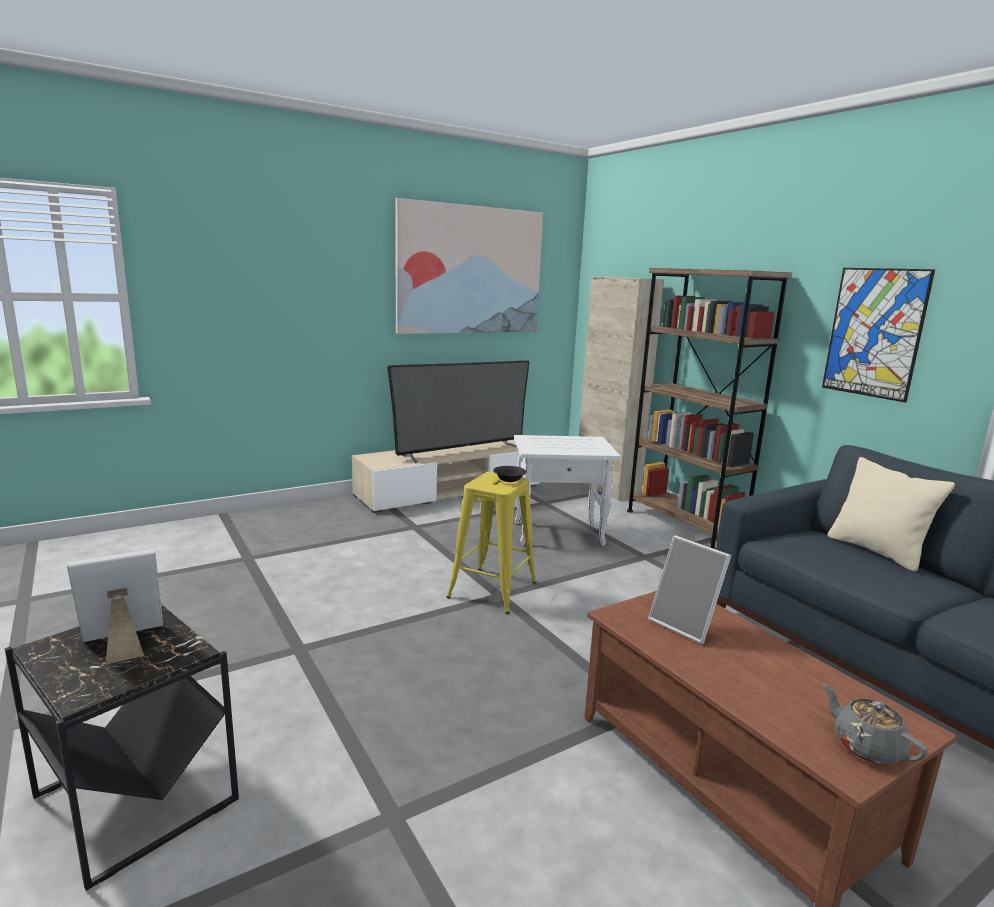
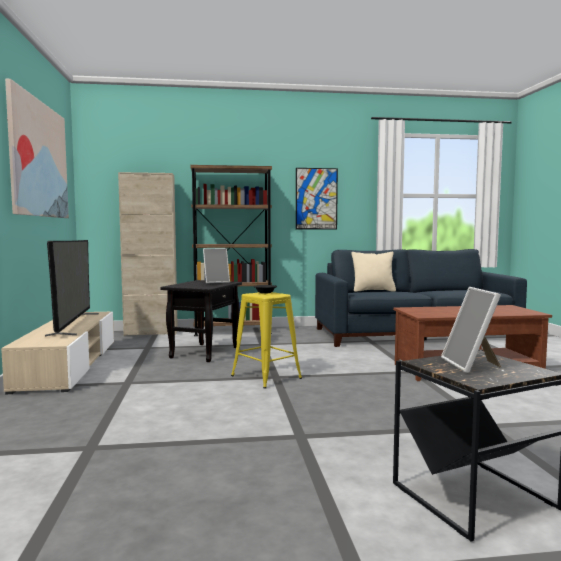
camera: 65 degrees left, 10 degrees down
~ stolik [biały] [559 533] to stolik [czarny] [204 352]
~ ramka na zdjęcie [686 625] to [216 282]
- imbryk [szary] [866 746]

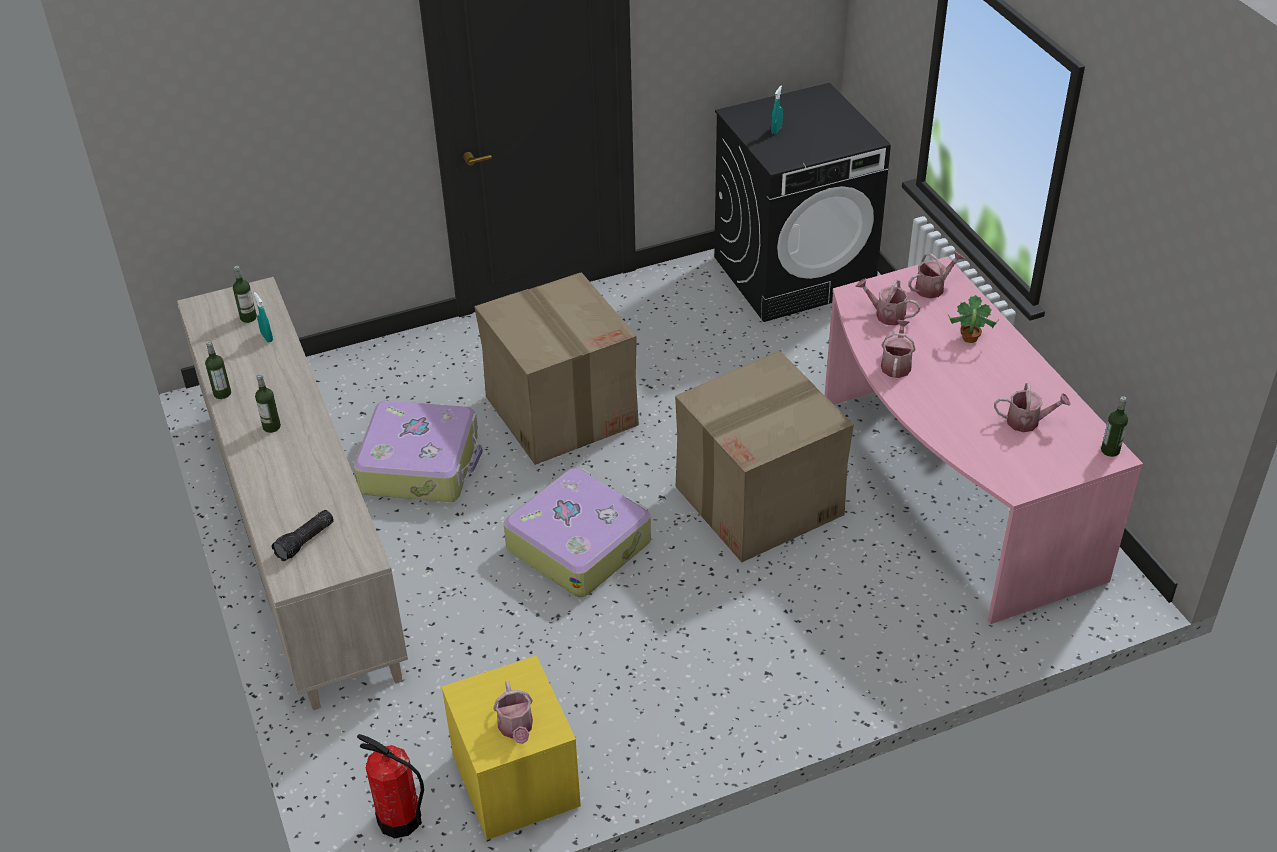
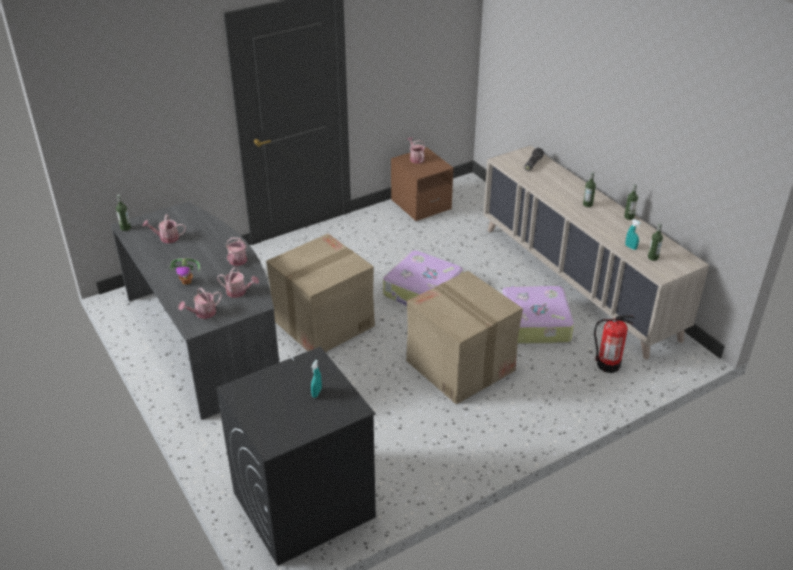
camera: 170 degrees right, 5 degrees down
~ biurko [różowy] [949 490] to biurko [szary] [206 338]
~ szafka nocna [żółty] [516 781] to szafka nocna [brązowy] [421 205]
~ gaśnica [400 820] to [608 364]

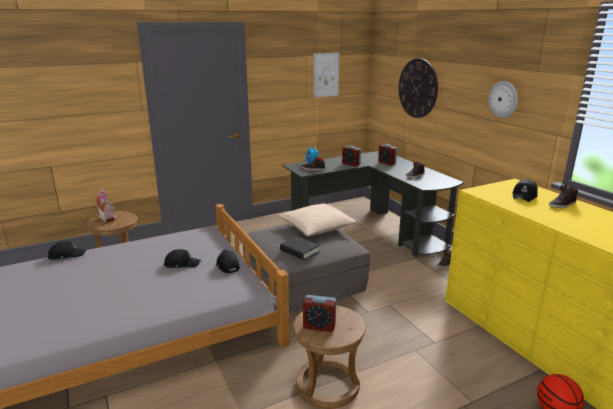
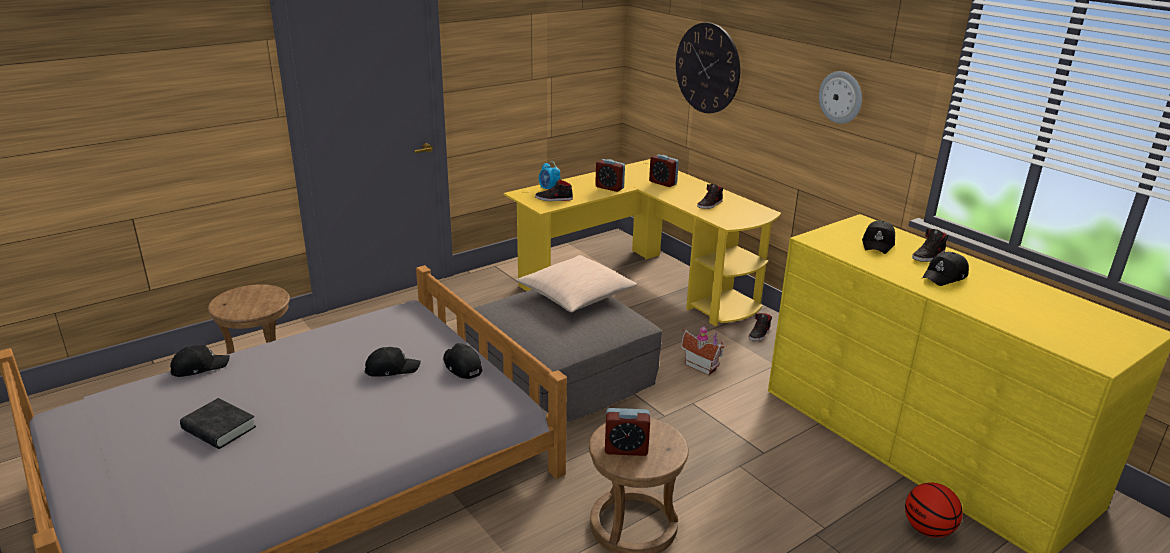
camera: 10 degrees left, 5 degrees up
- obraz [326 75]
~ biurko [czarny] [372 229] to biurko [żółty] [642 284]
~ domek [109 218] to [701 366]
~ książka [czarny] [299 251] to [219 428]
+ czapka z daszkiem [czarny] [945 276]

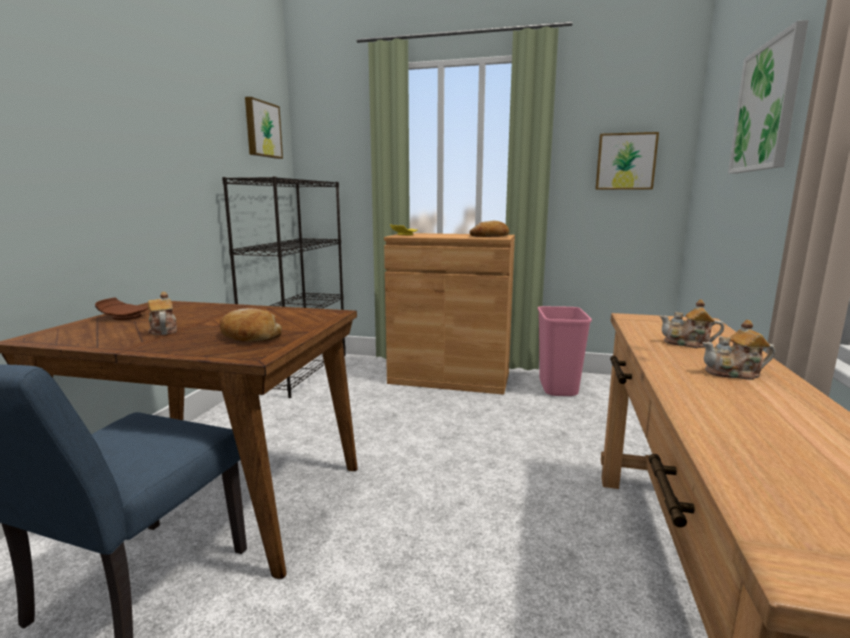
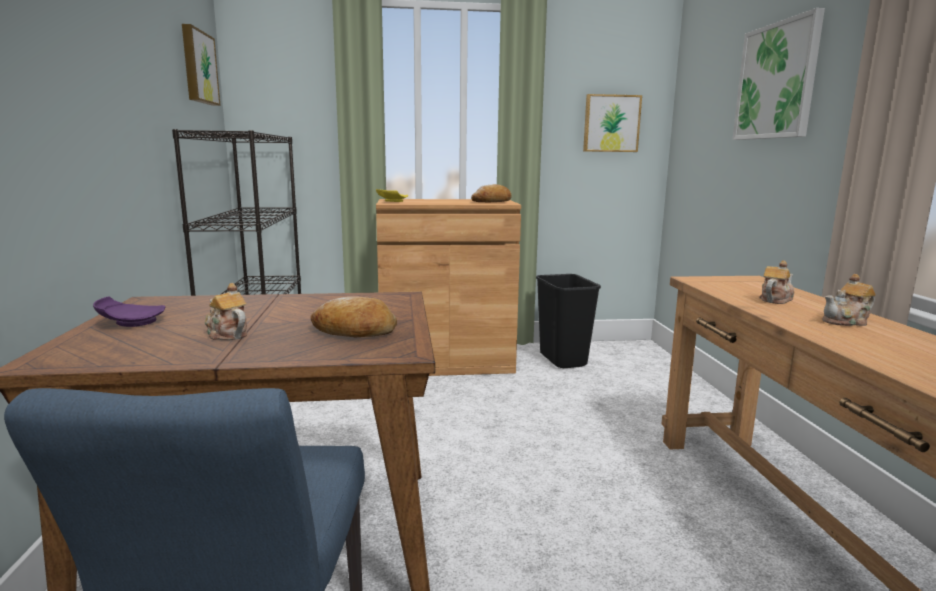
camera: 20 degrees left, 0 degrees up
~ talerz [brązowy] [123 317] to talerz [fioletowy] [131 322]
~ imbryk [688 343] = [775 300] 135 degrees clockwise
~ kosz na śmieci [różowy] [559 388] to kosz na śmieci [czarny] [564 360]

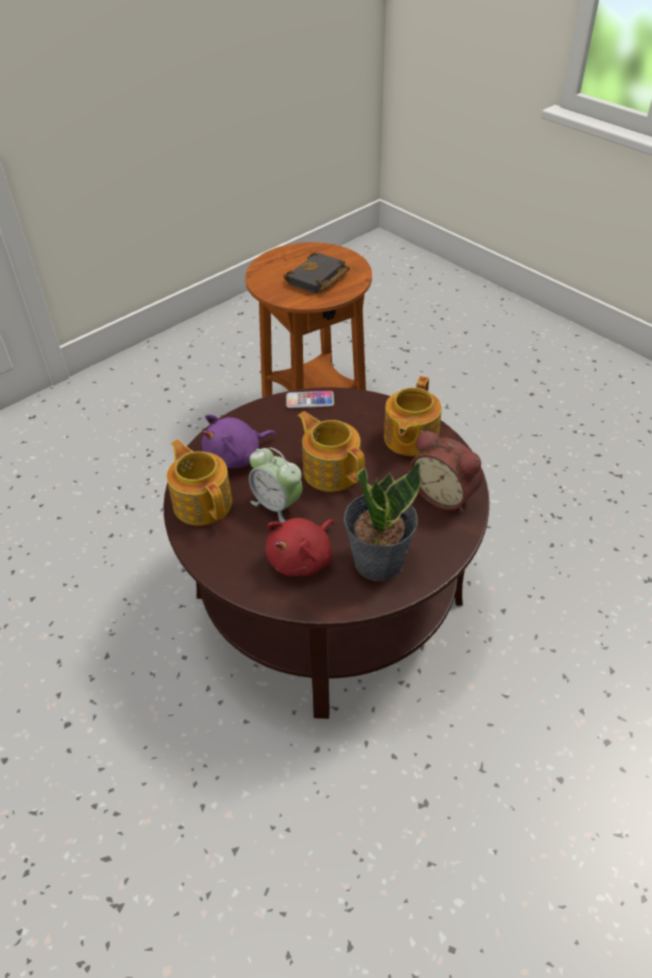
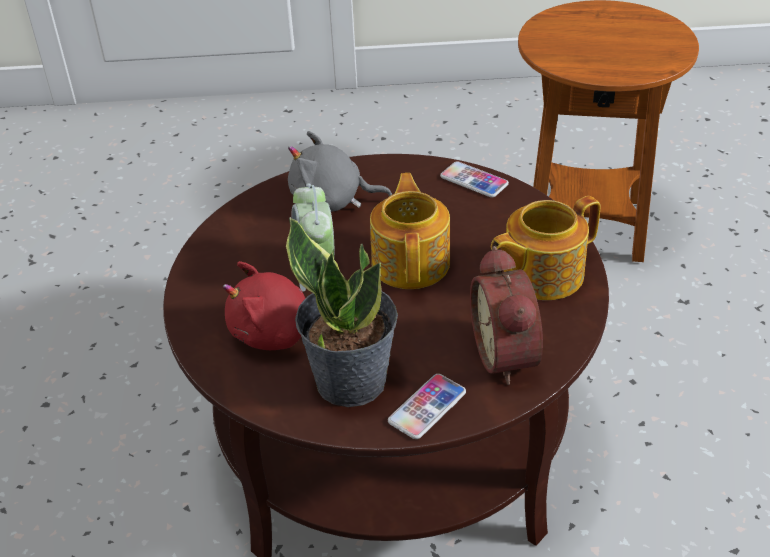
camera: 40 degrees right, 5 degrees down
- książka [czarny] [318 279]
~ pluszak [fioletowy] [237 457] to pluszak [szary] [332 201]
- imbryk [203 502]
+ telefon [427 407]

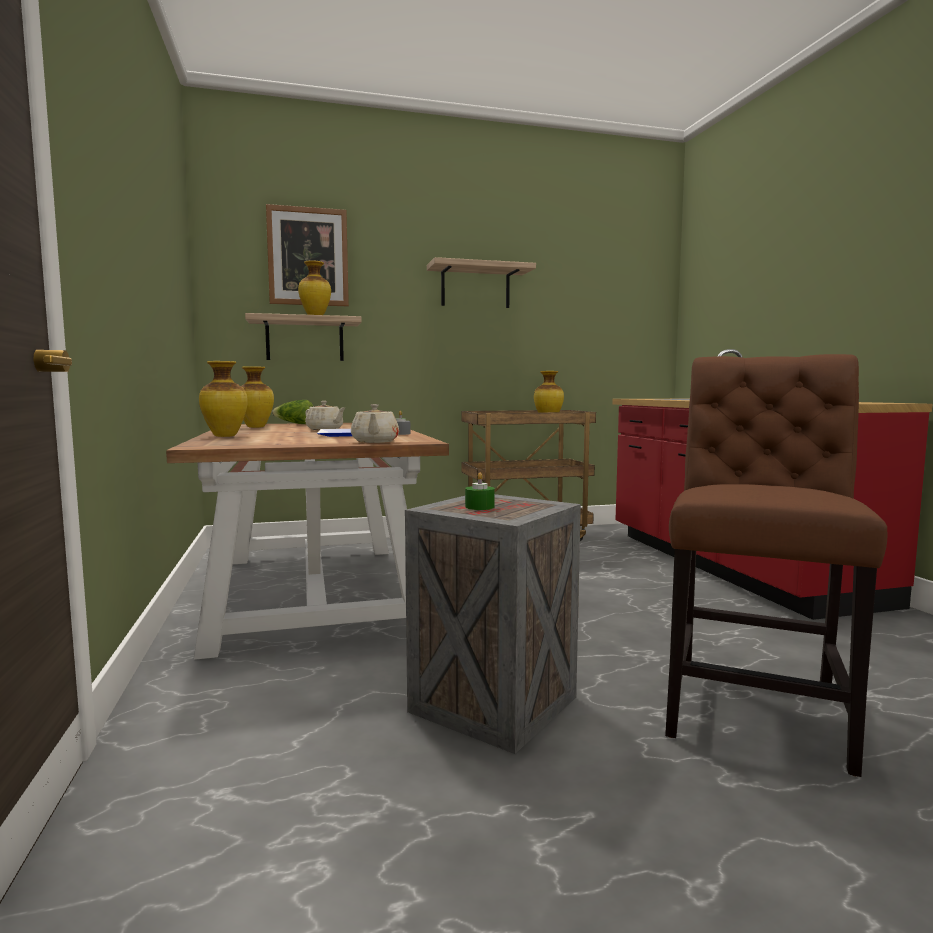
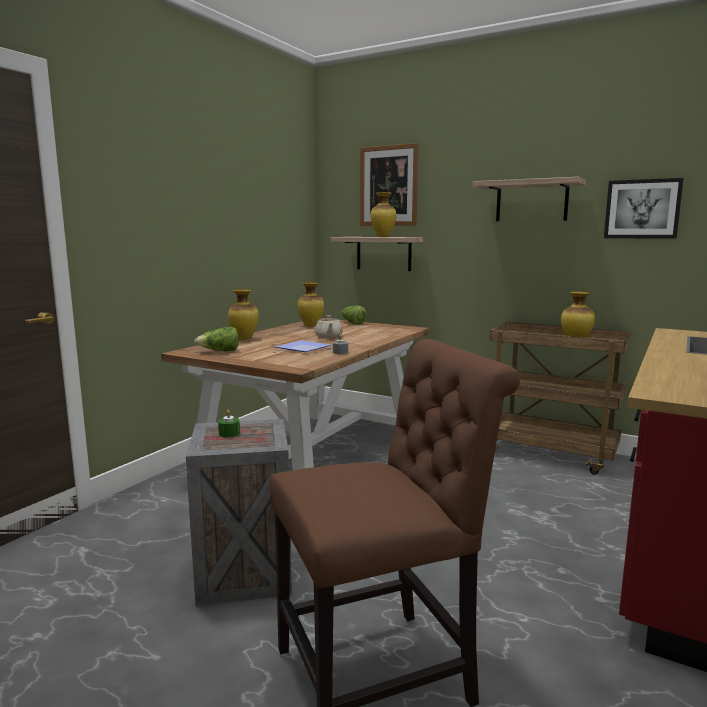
camera: 45 degrees right, 5 degrees up
- imbryk [beżowy] [375 442]
+ obraz [642 209]
+ sałata [220 351]

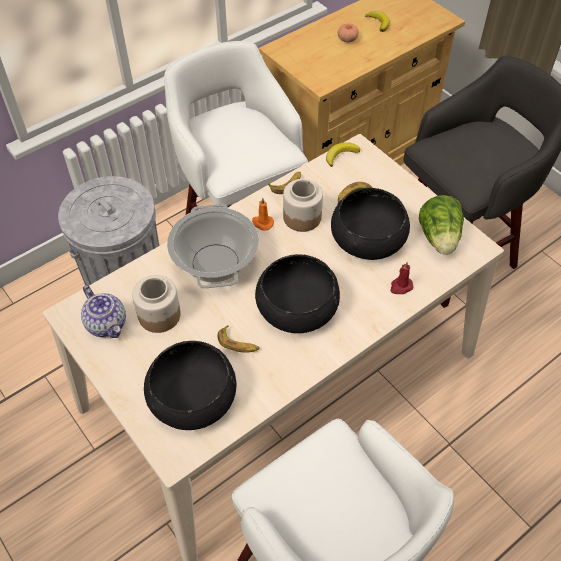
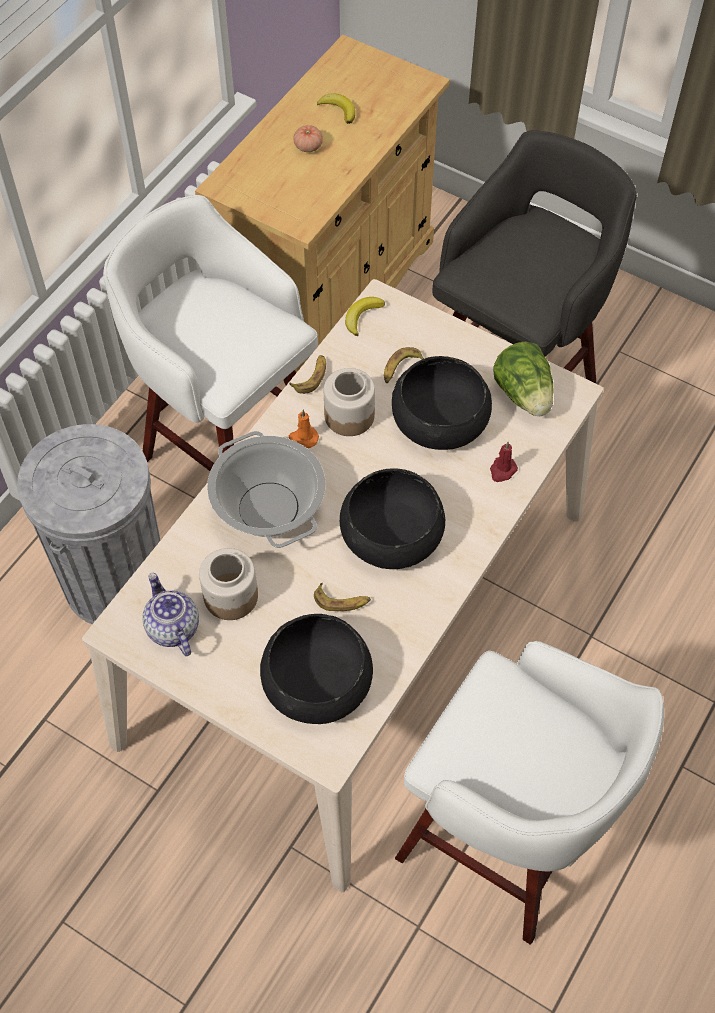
camera: 20 degrees left, 5 degrees up
~ imbryk [107 324] = [172 628] 150 degrees counterclockwise

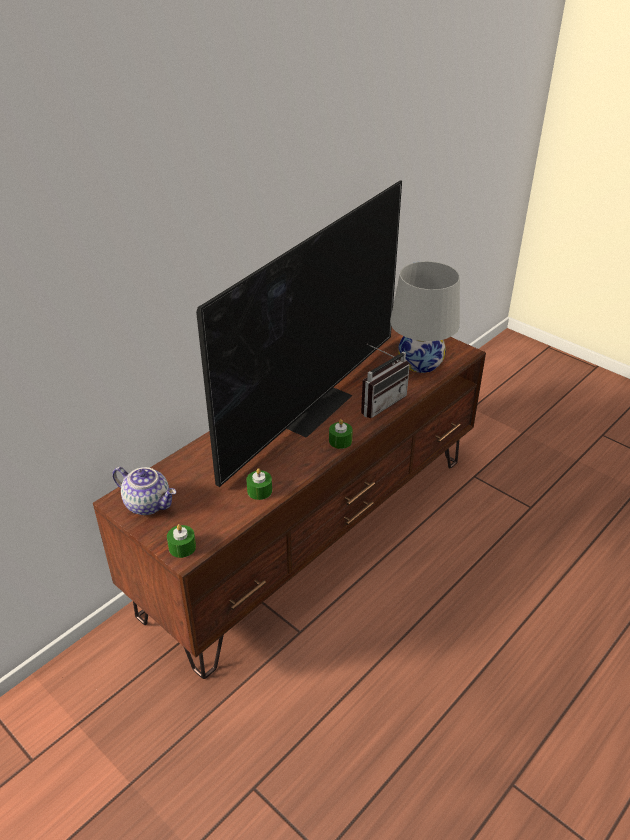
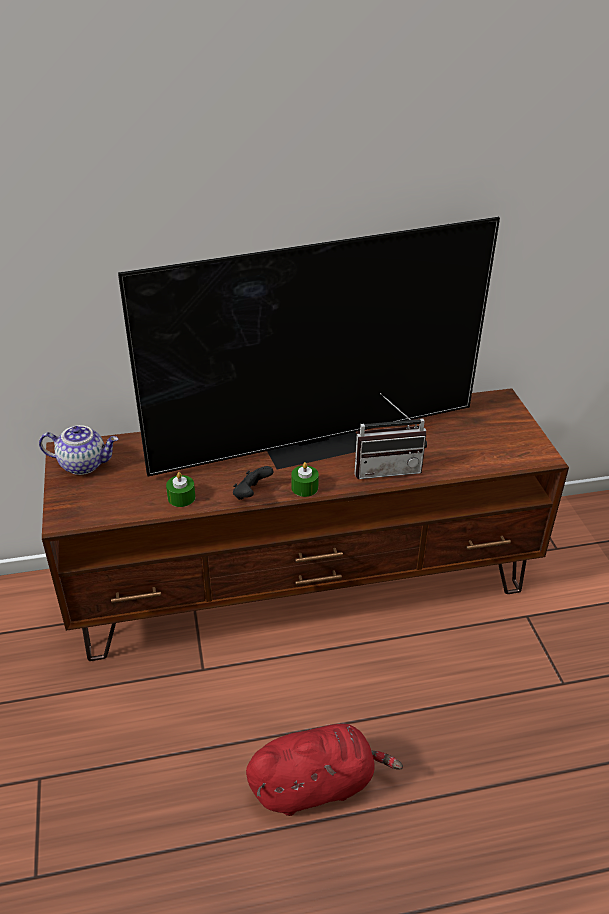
camera: 35 degrees right, 0 degrees up
- lampa stołowa [biały] [421 363]
~ imbryk [149 504] = [84 464] 60 degrees counterclockwise
- świeca [zielony] [182 547]
+ pad do gier [czarny] [251 494]
+ pluszak [czerwony] [316 784]

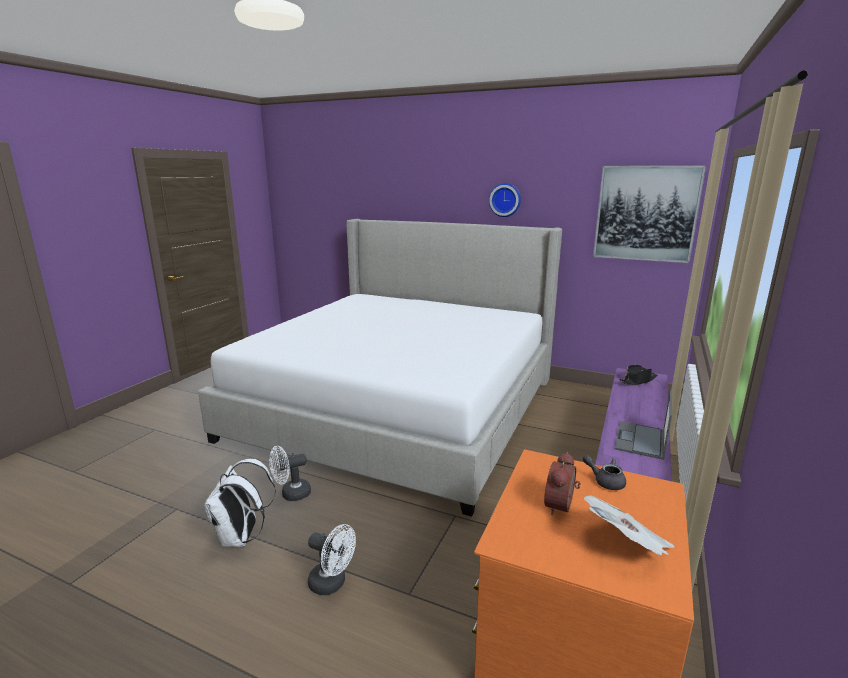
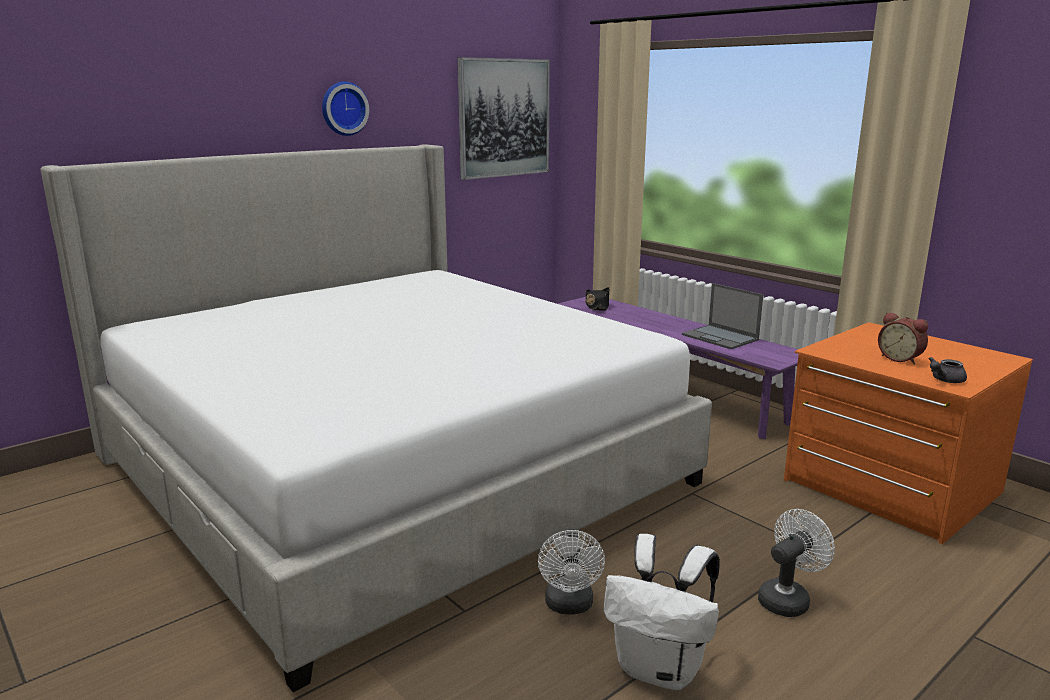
camera: 65 degrees left, 0 degrees up
~ imbryk [szary] [605 481] to [944 380]
- gazeta [627 545]

